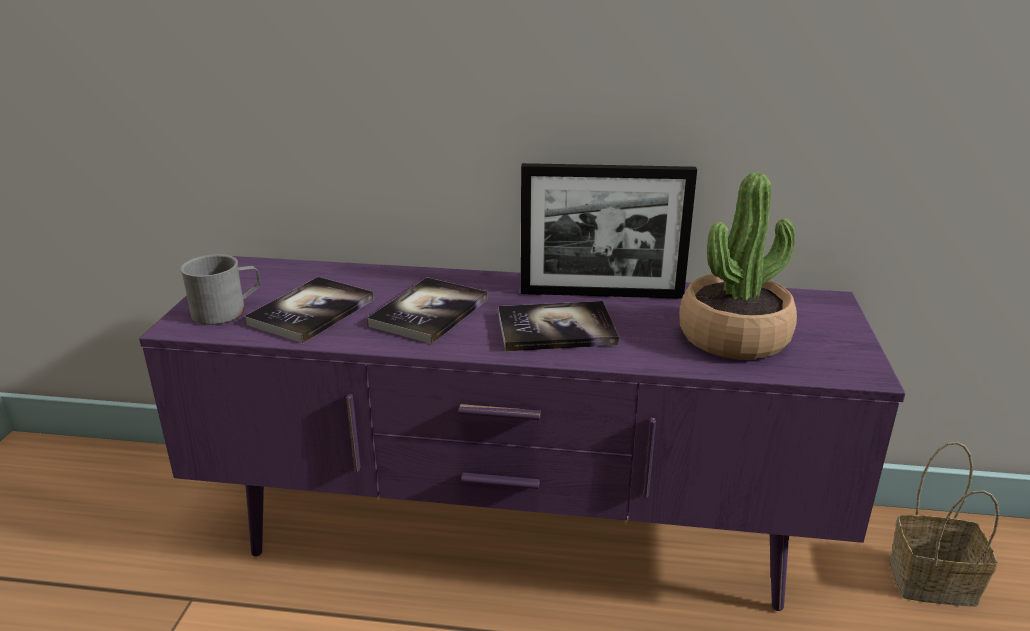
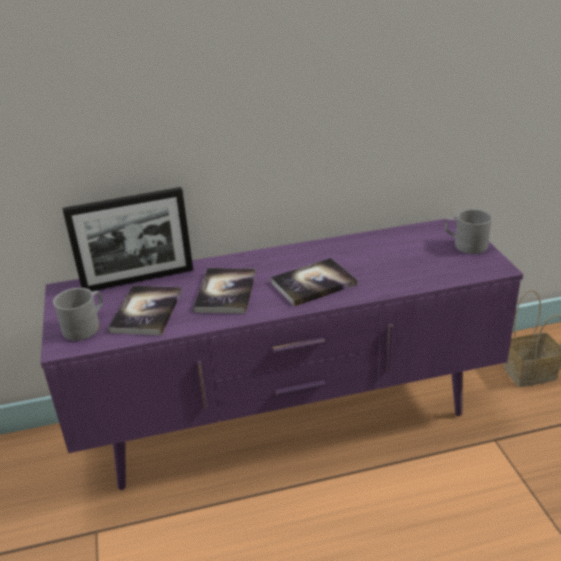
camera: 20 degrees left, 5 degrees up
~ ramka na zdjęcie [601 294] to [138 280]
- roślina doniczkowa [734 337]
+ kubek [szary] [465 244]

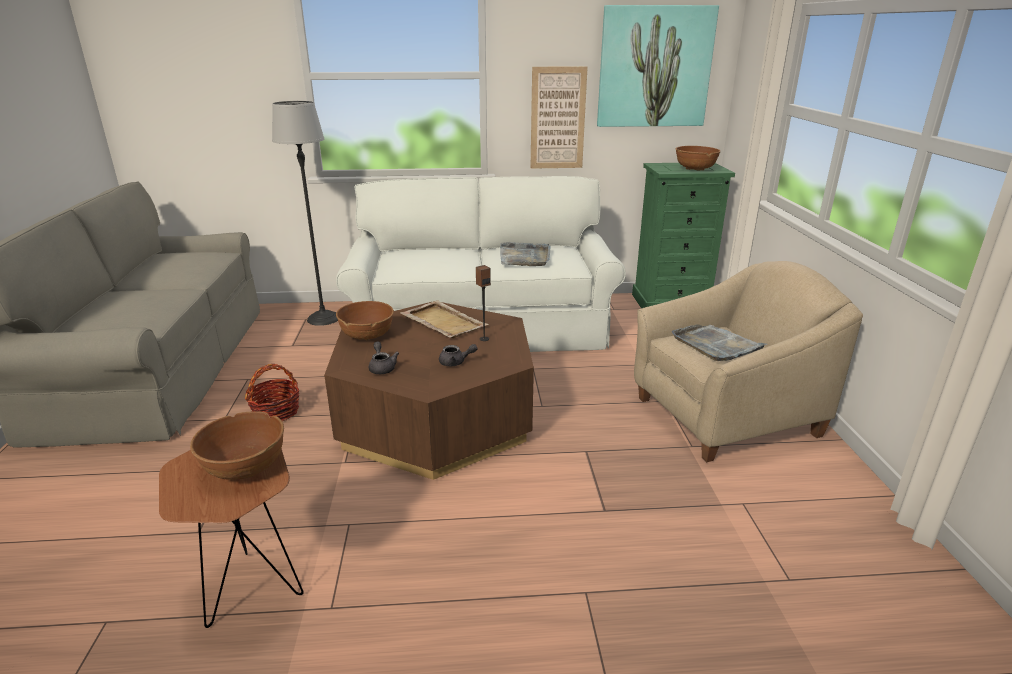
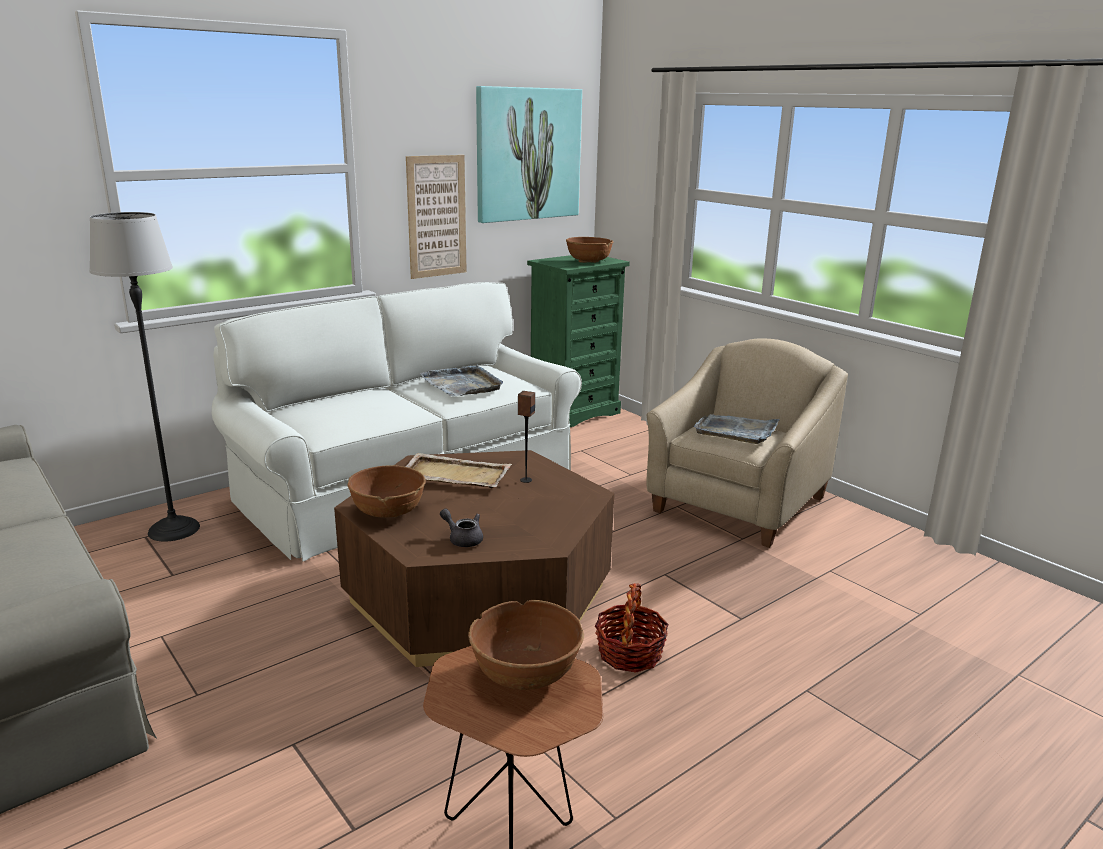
camera: 35 degrees left, 5 degrees down
- imbryk [szary] [456 362]
~ koszyk [276 412] to [629 653]

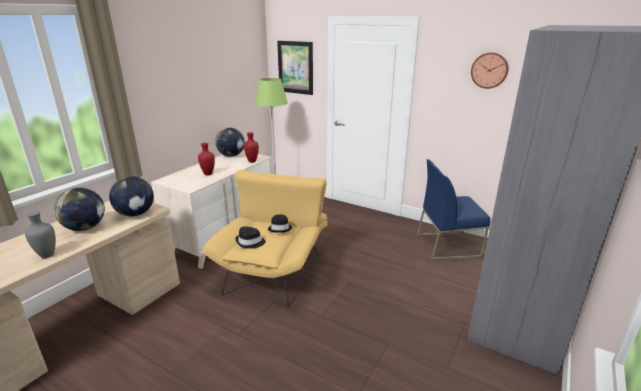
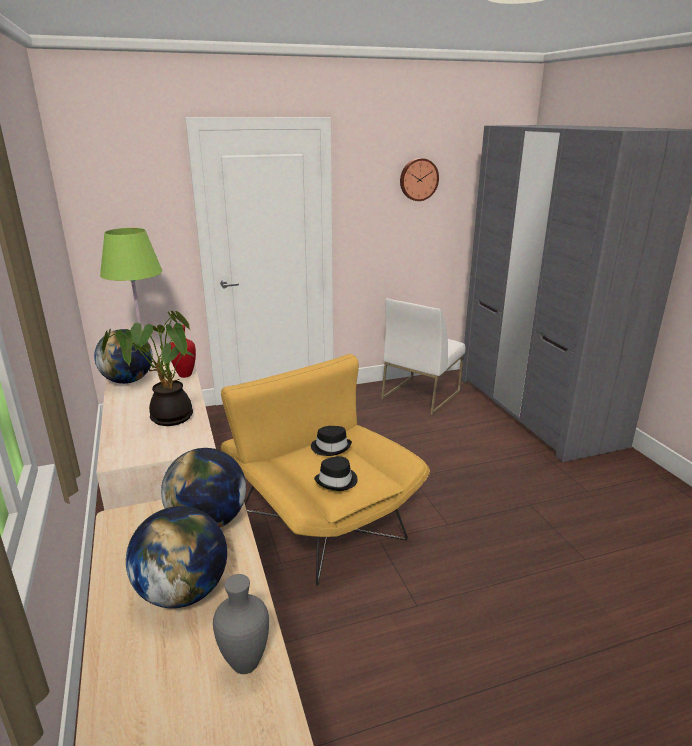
camera: 50 degrees left, 0 degrees up
- obraz [295 67]
~ wazon [czerwony] [208 174] to roślina doniczkowa [167 418]
~ krzesło [niebieski] [448 245] to krzesło [biały] [420 395]

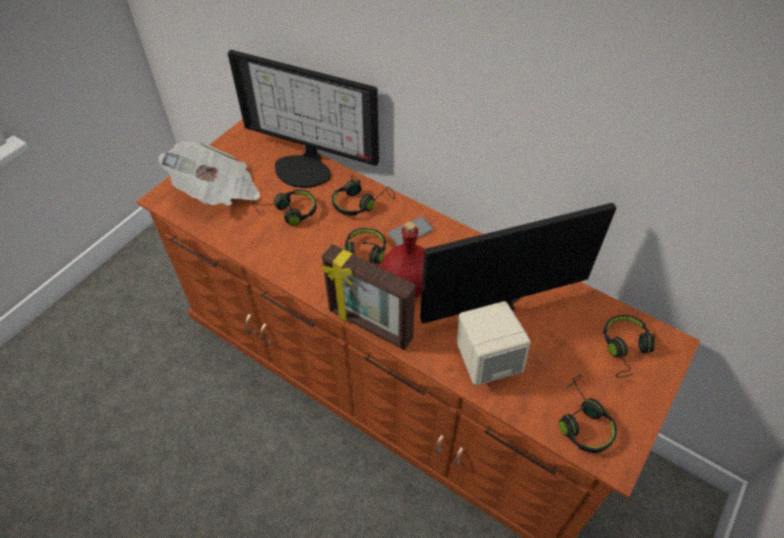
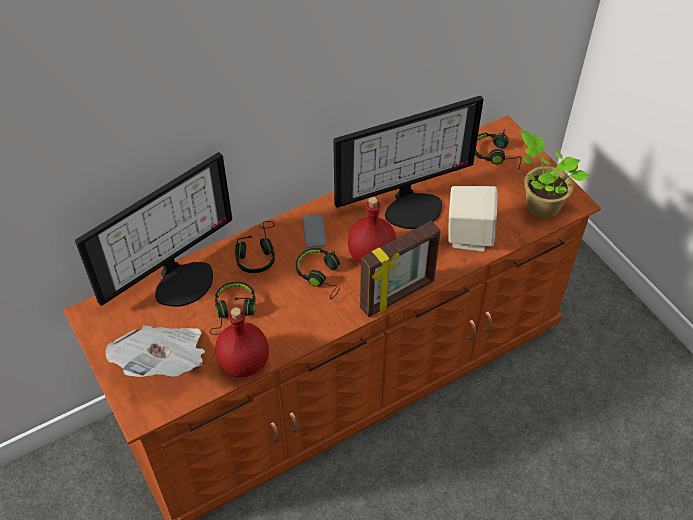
camera: 65 degrees left, 0 degrees up
~ monitor [494 296] = [412 205] 120 degrees counterclockwise
~ słuchawki [czarny] [582 421] to roślina doniczkowa [540 205]
+ butelka [czerwony] [244 363]

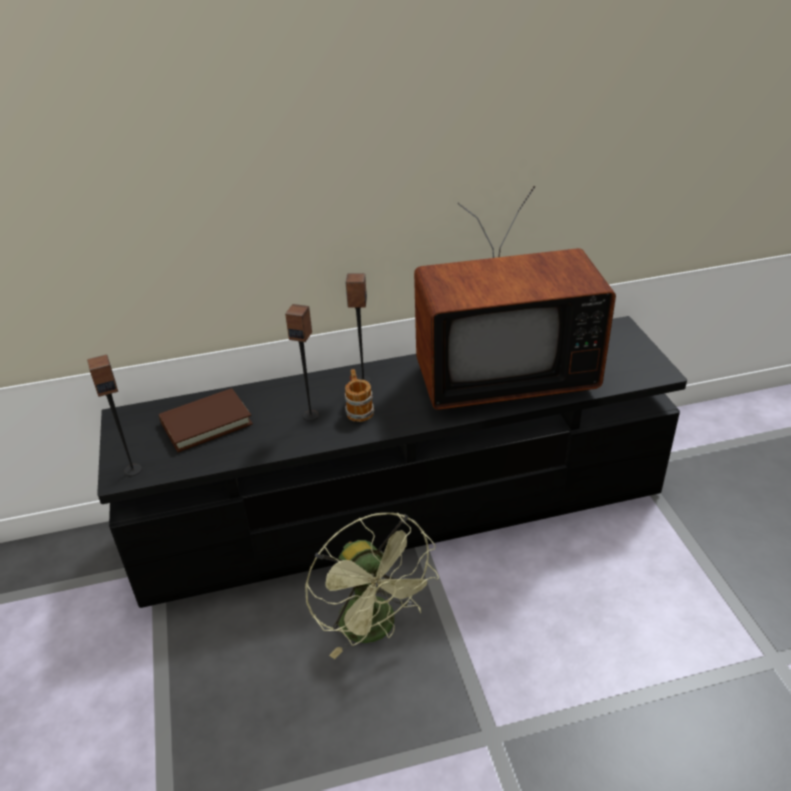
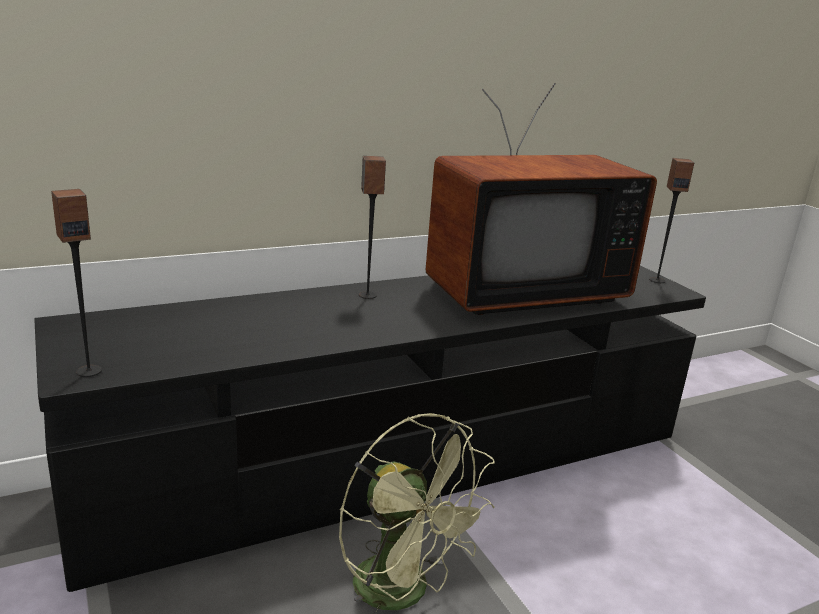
camera: 15 degrees left, 15 degrees down
~ głośnik [311 415] to [657 280]
- kubek [358 409]
- książka [brązowy] [206 423]

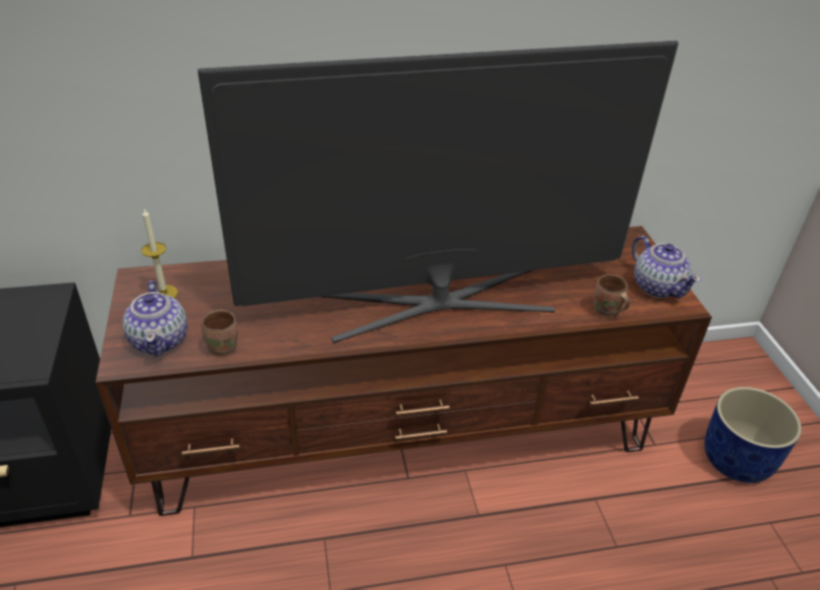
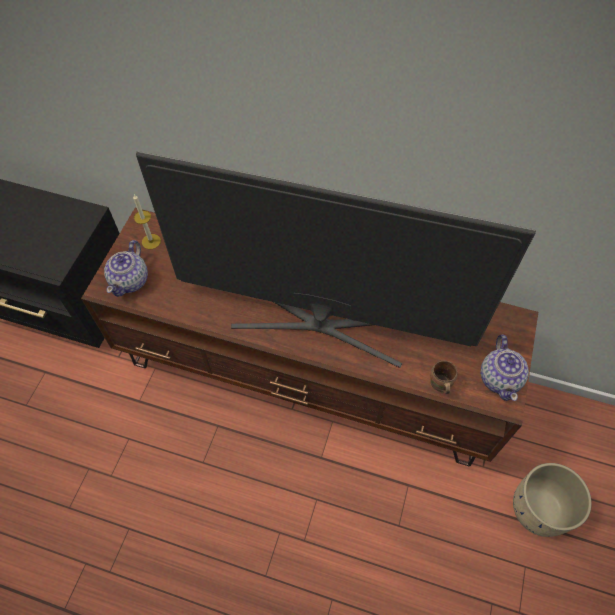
camera: 30 degrees right, 20 degrees up
- kubek [brązowy] [224 347]
~ donica [niebieski] [737 460] to donica [beżowy] [539 509]

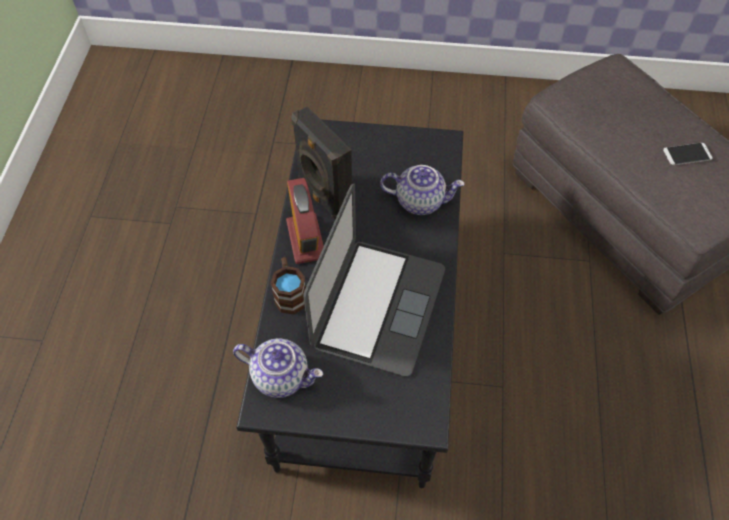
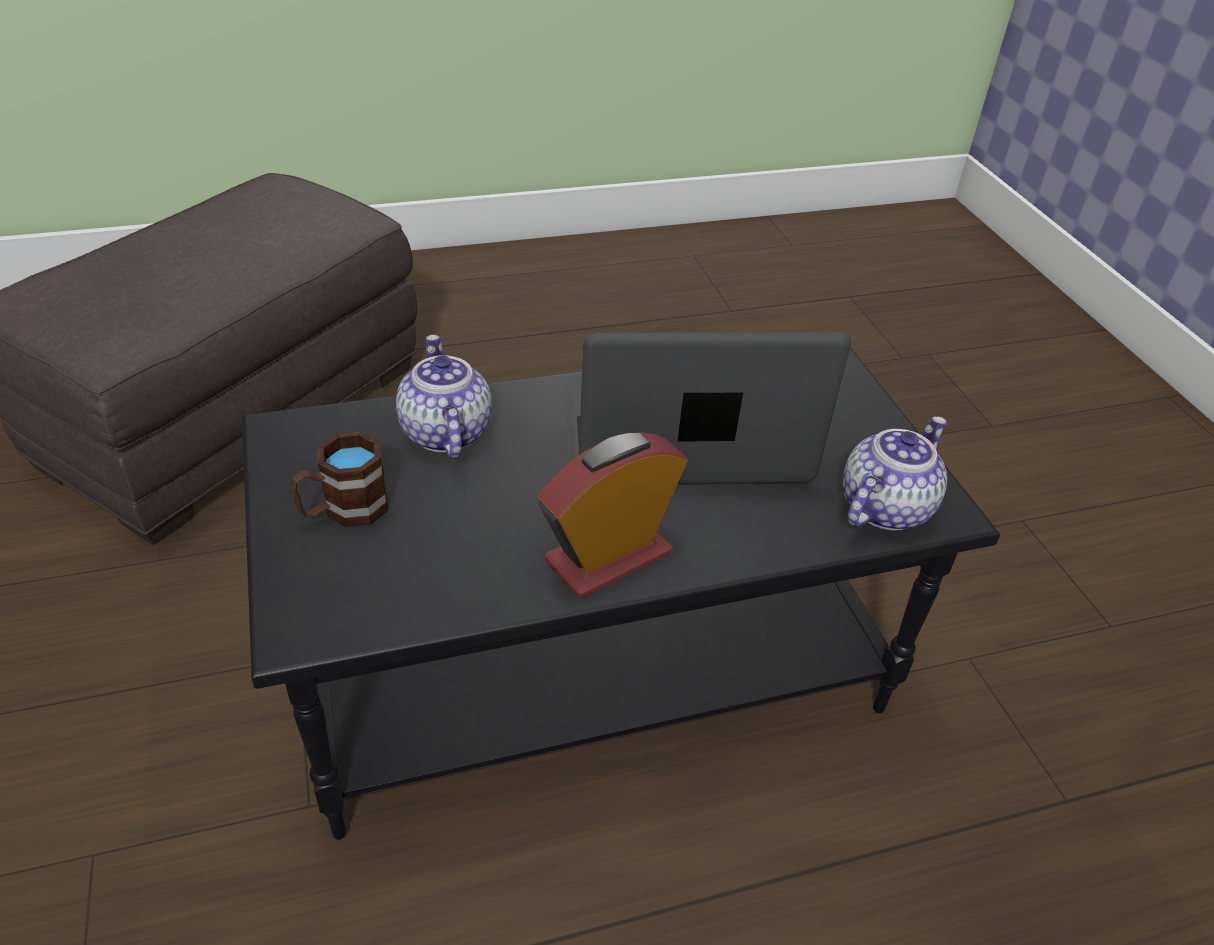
camera: 115 degrees left, 15 degrees down
- głośnik [czarny] [323 198]
- telefon [687 154]
~ kubek [brązowy] [289 293] to [344 510]
~ imbryk [281 376] = [884 506] 45 degrees clockwise

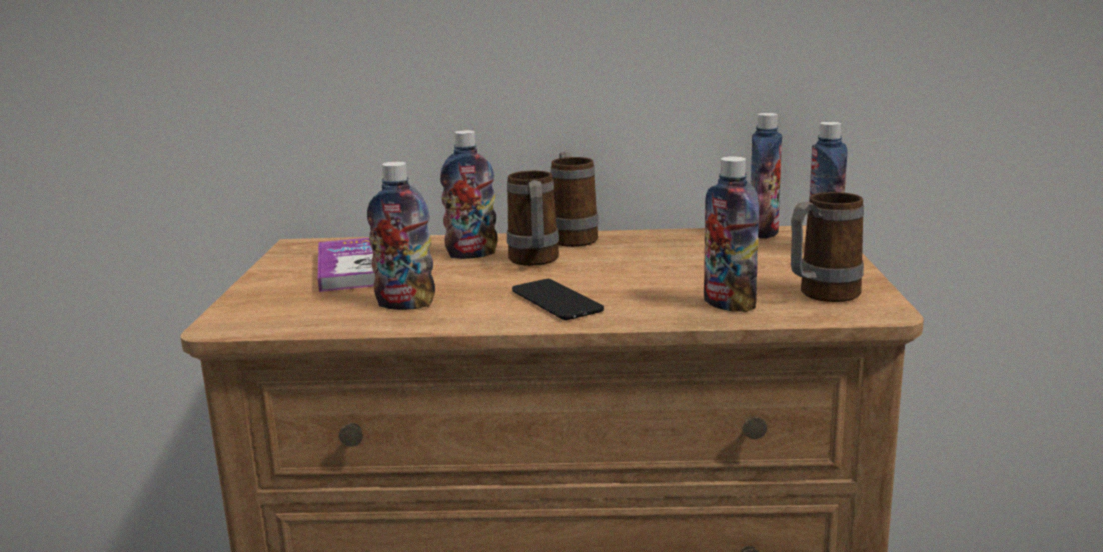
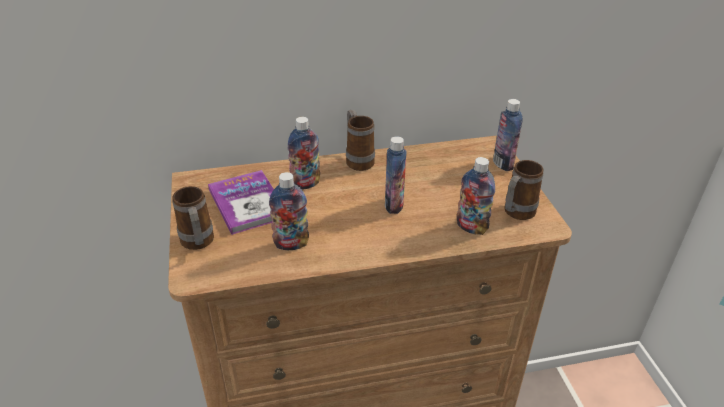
camera: 15 degrees left, 20 degrees up
~ butelka [763 233] to [394 205]
~ kubek [534 262] to [198 244]
- telefon [556 301]

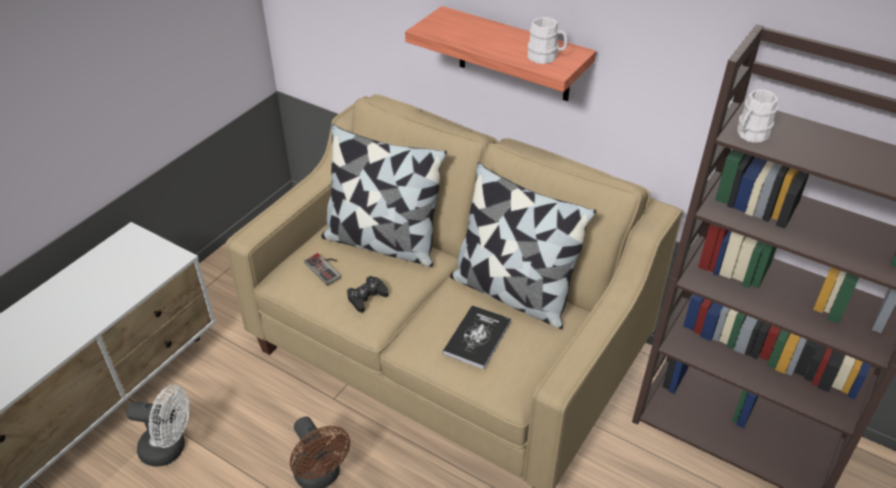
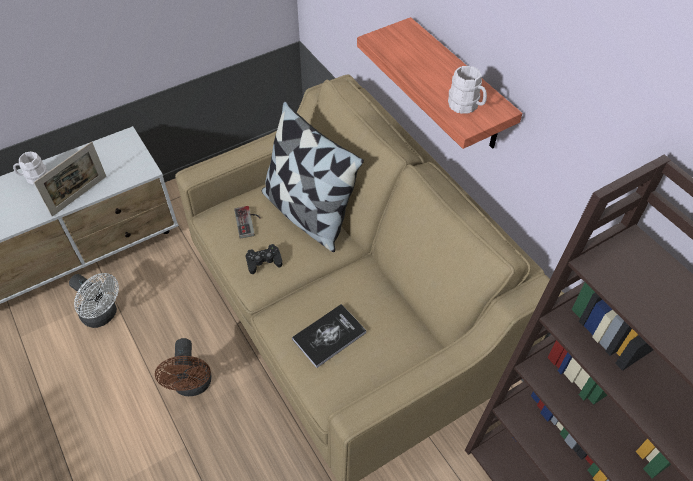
camera: 25 degrees right, 10 degrees up
~ kubek [biały] [750 135] to [34 178]
- poduszka [513 292]
+ ramka na zdjęcie [79 196]

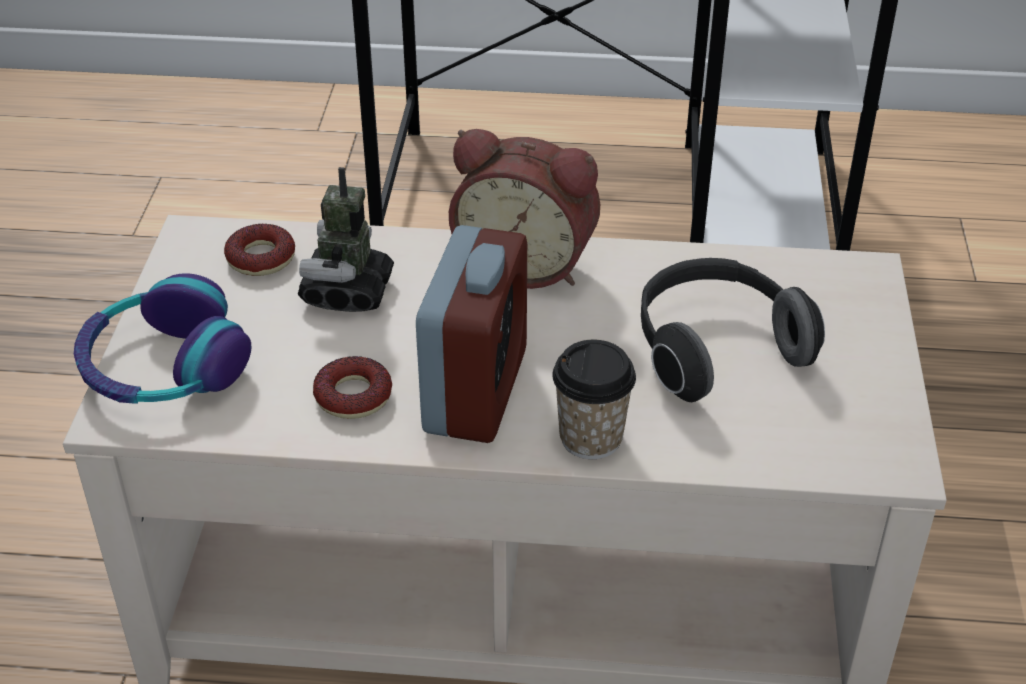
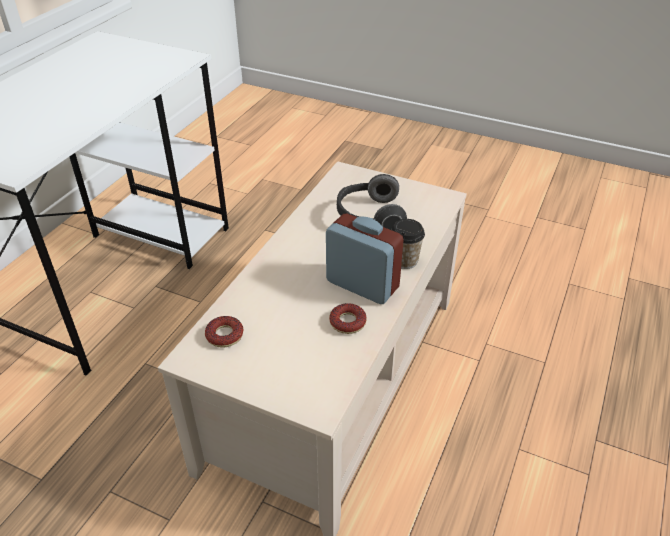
camera: 70 degrees left, 0 degrees up
- budzik [527 263]
- robot zabawkowy [347 292]
- słuchawki [164 366]

